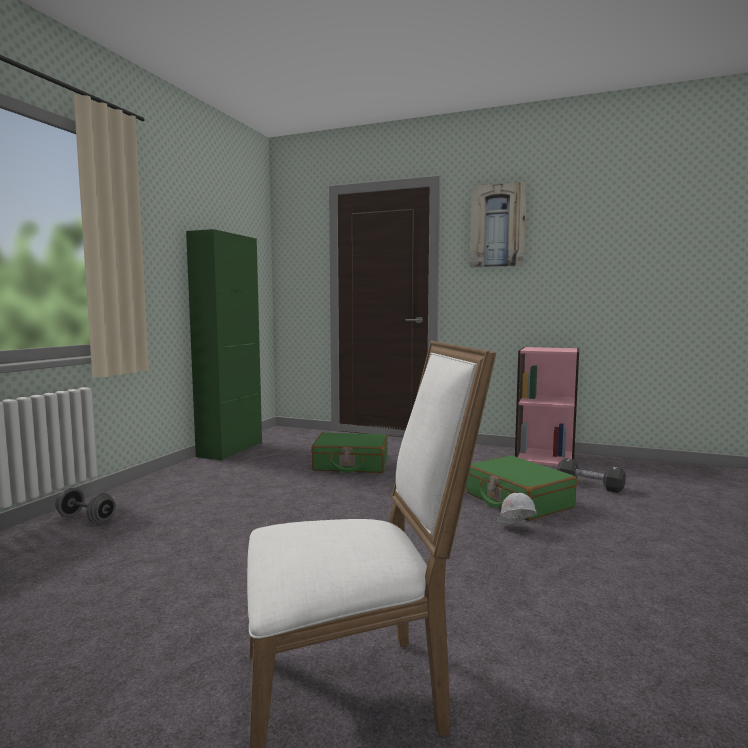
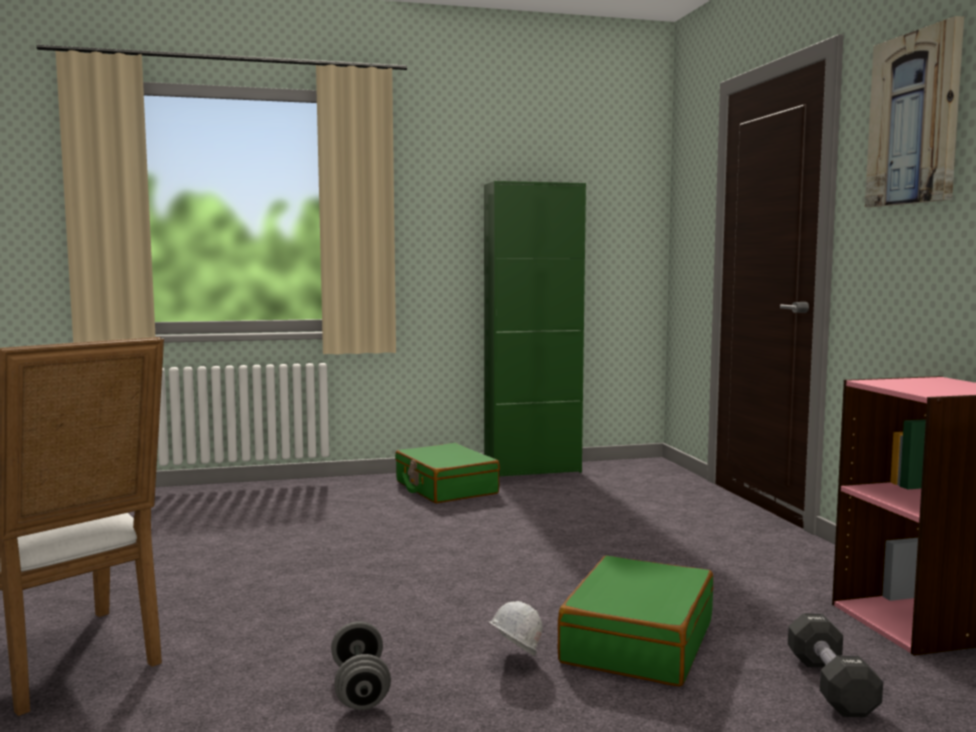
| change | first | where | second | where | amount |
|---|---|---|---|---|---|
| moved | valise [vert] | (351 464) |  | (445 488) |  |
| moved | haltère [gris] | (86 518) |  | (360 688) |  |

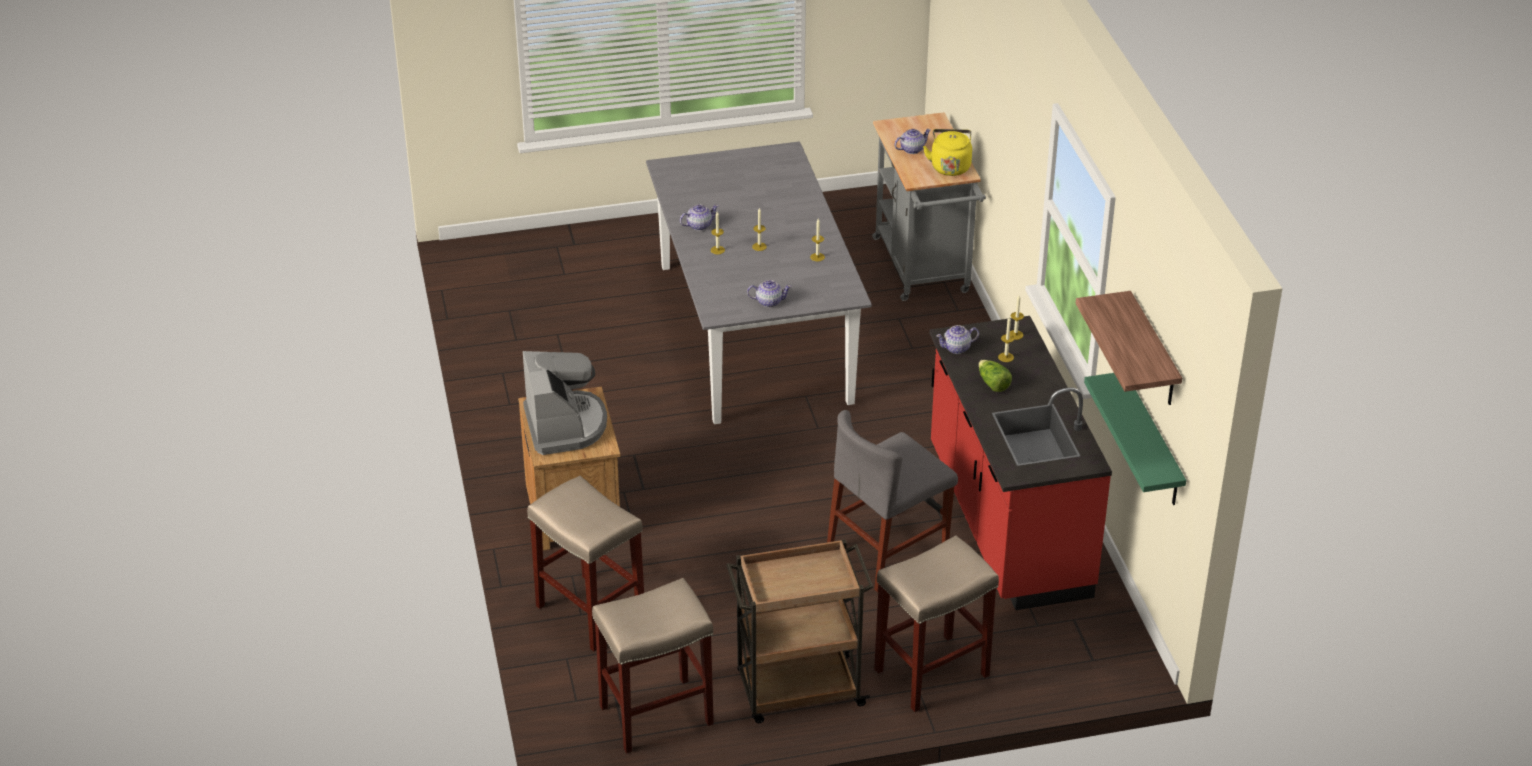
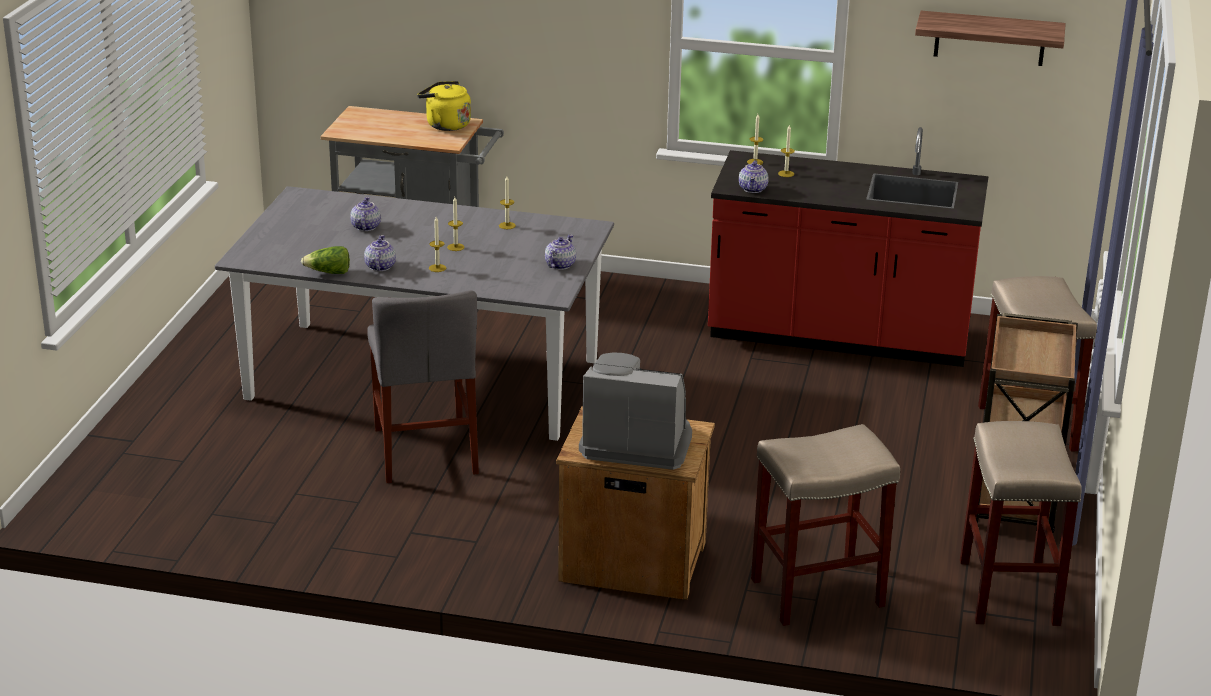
| change | first | where | second | where | amount |
|---|---|---|---|---|---|
| moved | théière | (911 149) |  | (365 227) |  |
| moved | laitue | (992 384) |  | (328 273) |  |
| removed | étagère [vert] | (1152 442) |  |  |  |
| moved | chaise [gris] | (887 550) |  | (425 451) |  |

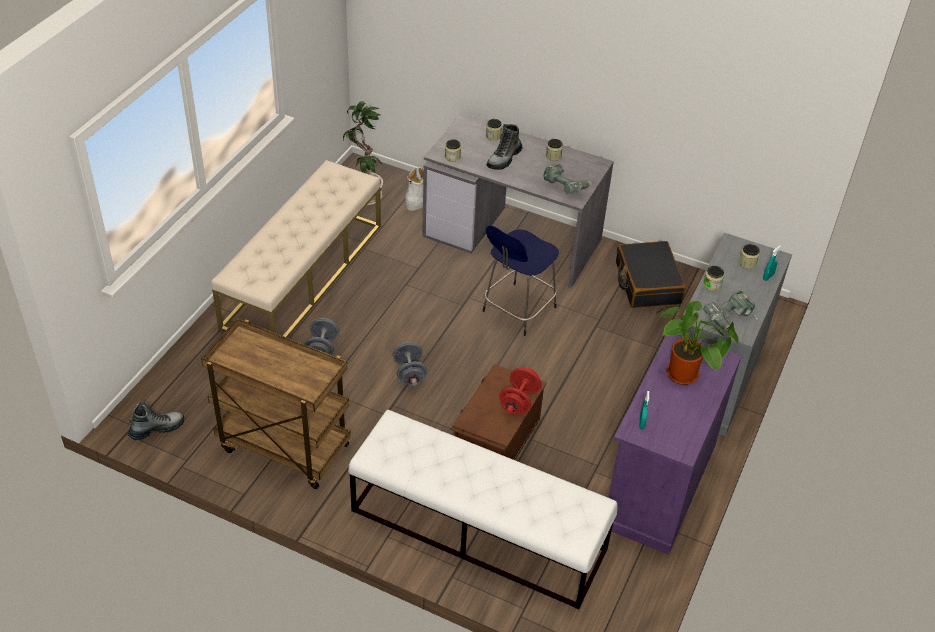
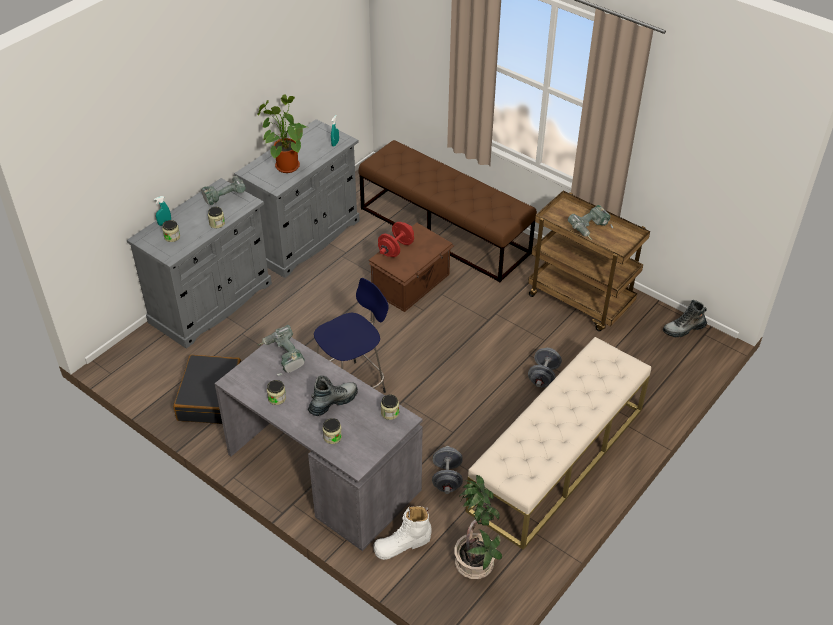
| change | first | where | second | where | amount |
|---|---|---|---|---|---|
| recoloured | meuble de rangement [violet] | (658 485) | meuble de rangement [gris] | (304 238) |  |
| moved | haltère [gris] | (409 373) |  | (447 478) |  |
| recoloured | banc [blanc] | (477 529) | banc [marron] | (445 230) |  |
| added |  |  | perceuse | (590 230) |  |

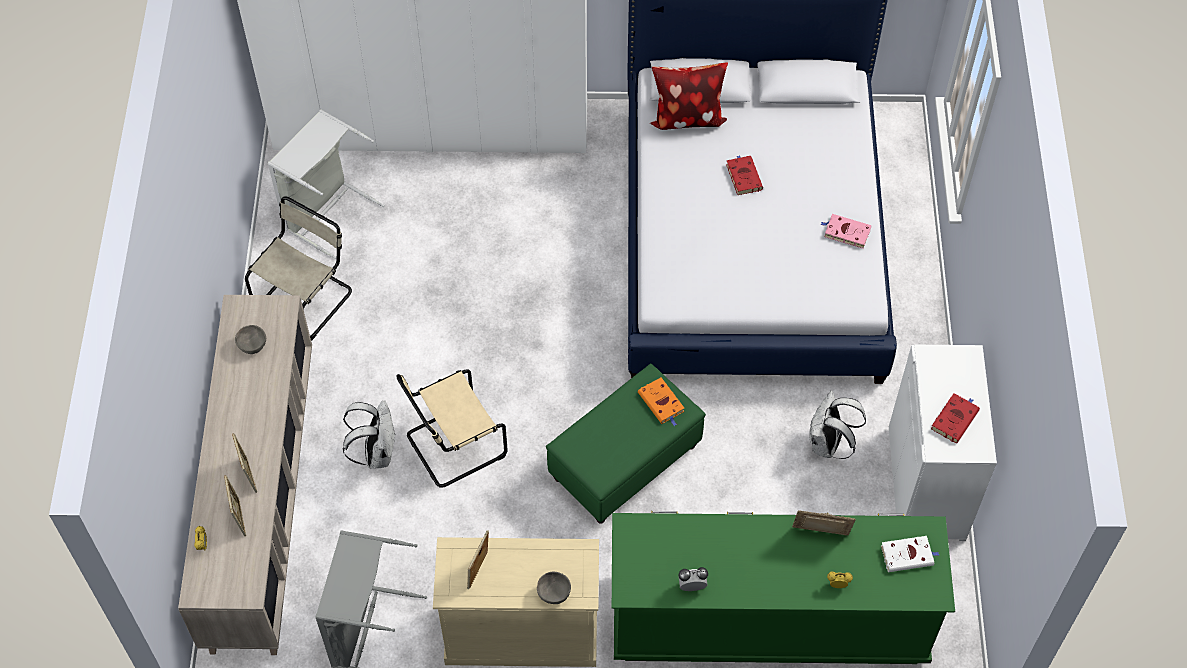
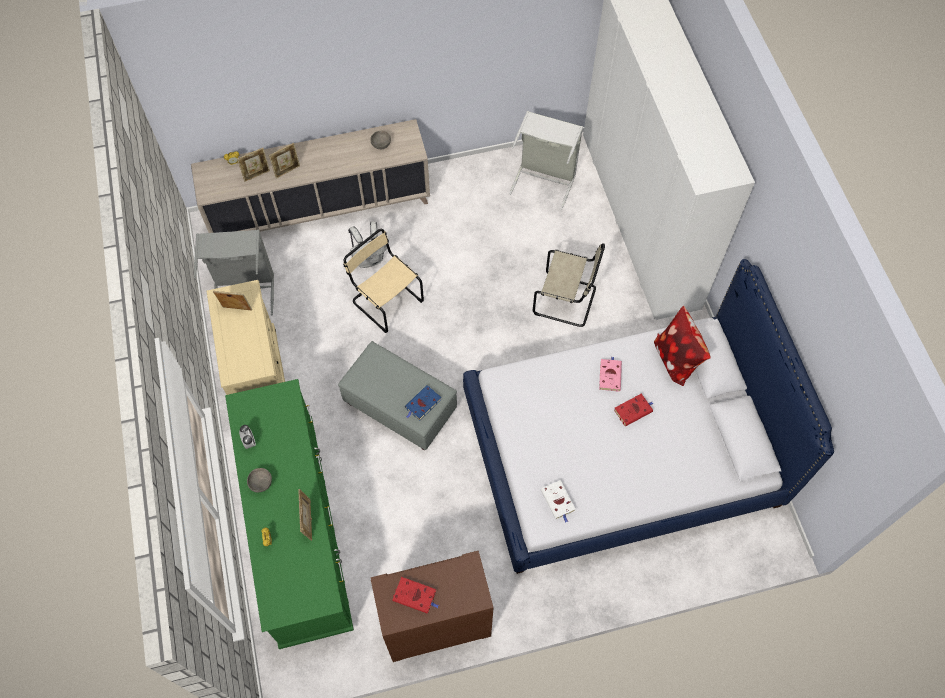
| change | first | where | second | where | amount |
|---|---|---|---|---|---|
| moved | chaise [beige] | (306 298) |  | (567 301) |  |
| moved | livre [rose] | (845 232) |  | (609 375) |  |
| recoloured | meuble de rangement [blanc] | (927 484) | meuble de rangement [marron] | (435 624) |  |
| recoloured | pouf [vert] | (624 463) | pouf [gris] | (399 407) |  |
| recoloured | livre [orange] | (662 403) | livre [bleu] | (422 404) |  |
| removed | sac à dos [blanc] | (828 444) |  |  |  |
| moved | livre [blanc] | (908 555) |  | (558 501) |  |
| moved | bol [gris] | (553 593) |  | (262 483) |  |

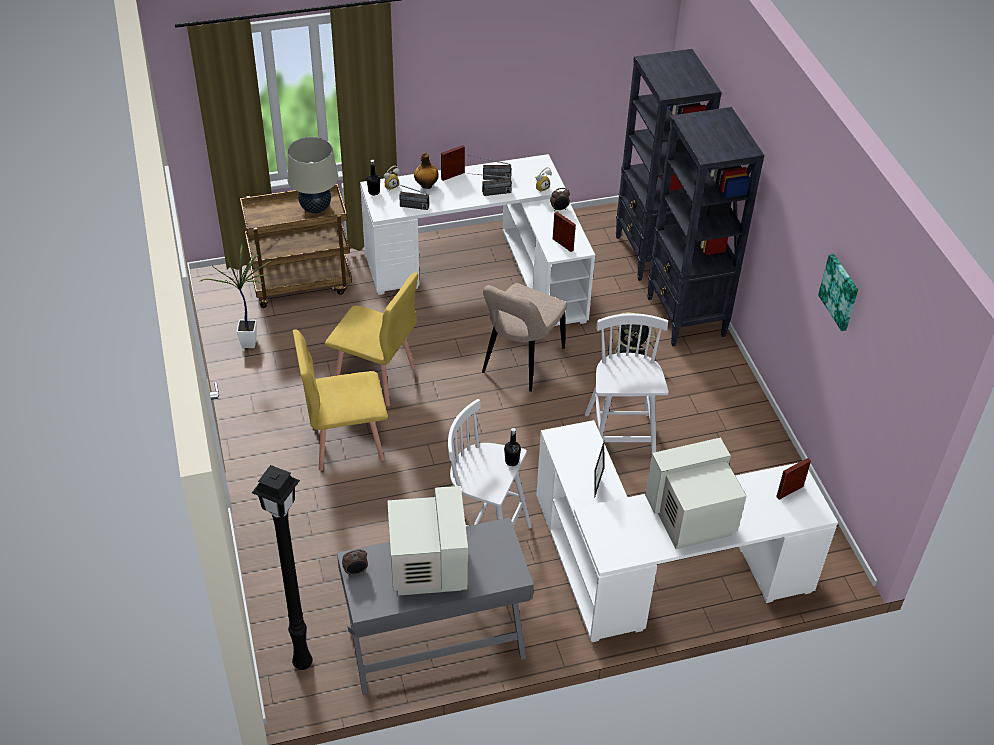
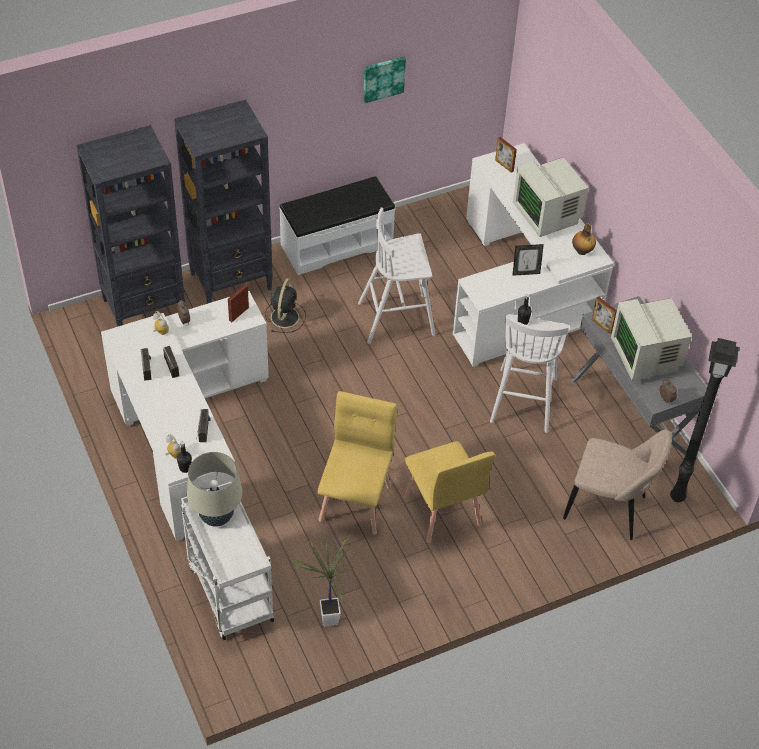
| change | first | where | second | where | amount |
|---|---|---|---|---|---|
| moved | cadre photo | (452 176) |  | (602 326) |  |
| moved | bouteille | (426 185) |  | (582 251) |  |
| recoloured | chariot [marron] | (302 284) | chariot [blanc] | (229 592) |  |
| moved | chaise [beige] | (520 363) |  | (608 509) |  |
| turned | écran d'ordinateur | (426 567) |  | (646 357) | 90 degrees counterclockwise |
| added |  |  | banc [blanc] | (336 244) |  |

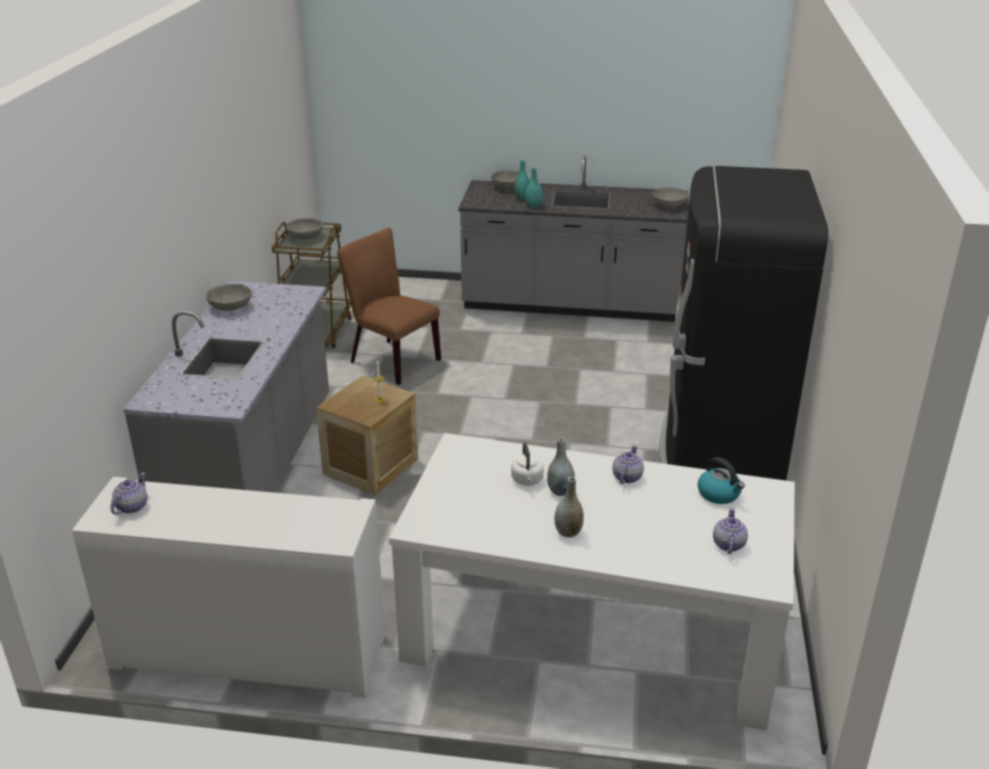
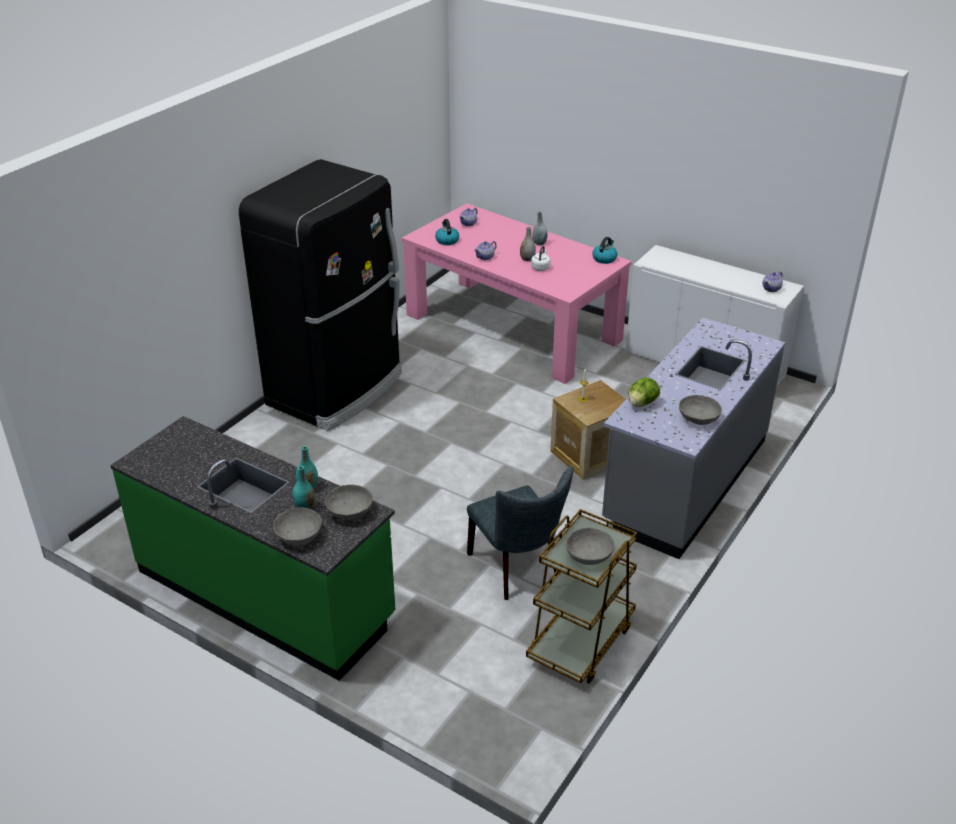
| change | first | where | second | where | amount |
|---|---|---|---|---|---|
| recoloured | comptoir de cuisine [gris] | (571 305) | comptoir de cuisine [vert] | (265 594) |  |
| moved | bol [gris] | (669 205) |  | (349 511) |  |
| recoloured | chaise [marron] | (390 359) | chaise [gris] | (518 569) |  |
| recoloured | table à manger [blanc] | (591 631) | table à manger [rose] | (512 327) |  |
| added |  |  | bouilloire | (604 258) |  |
| added |  |  | laitue | (642 403) |  |

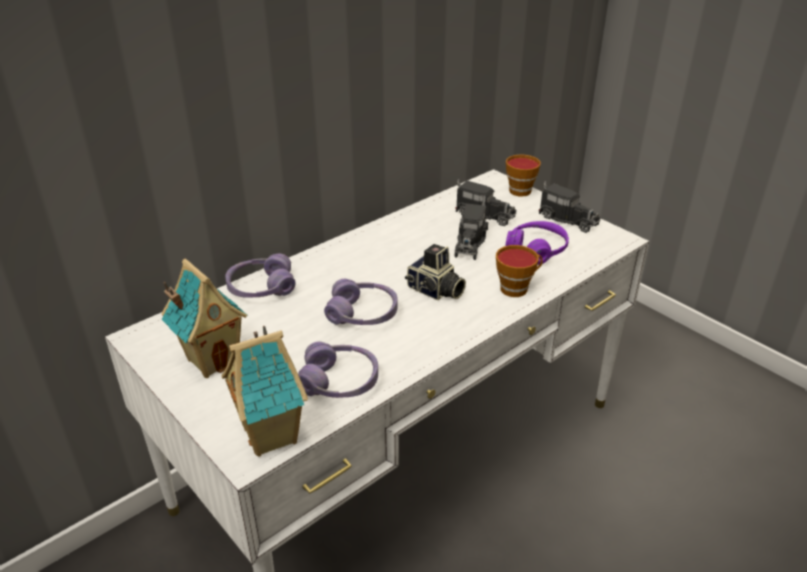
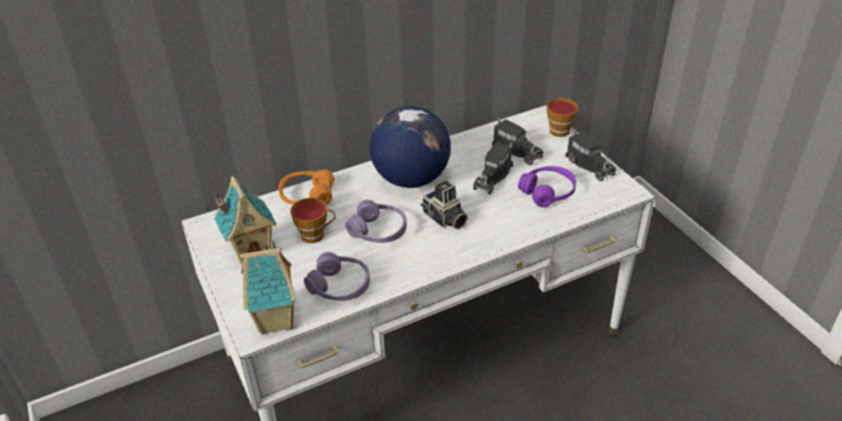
| change | first | where | second | where | amount |
|---|---|---|---|---|---|
| moved | tasse | (516 288) |  | (315 234) |  |
| recoloured | casque audio [violet] | (261 288) | casque audio [orange] | (307 196) |  |
| added |  |  | globe | (410 179) |  |

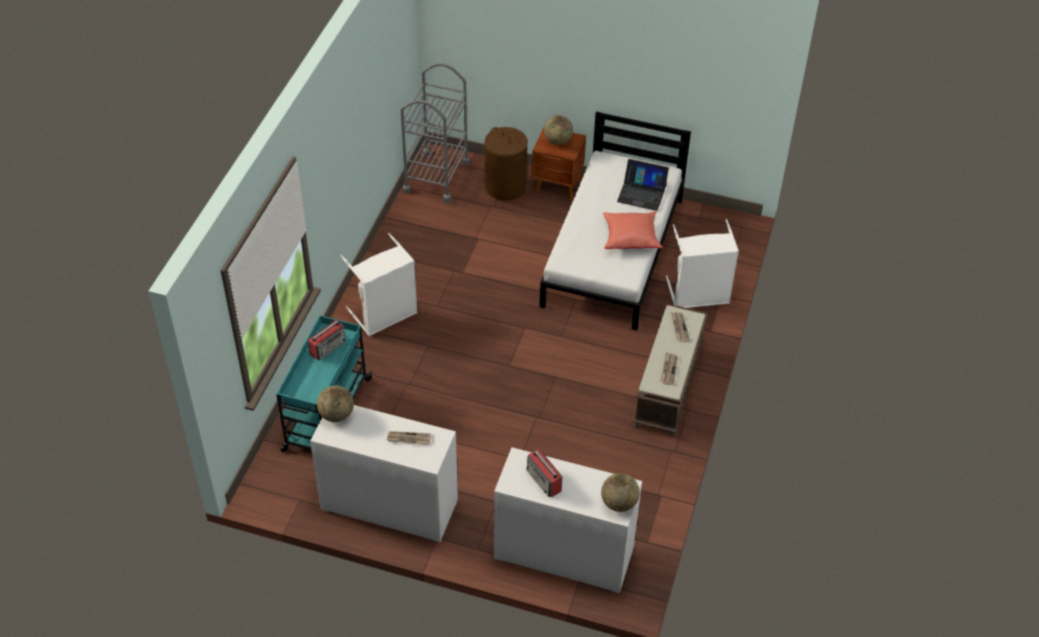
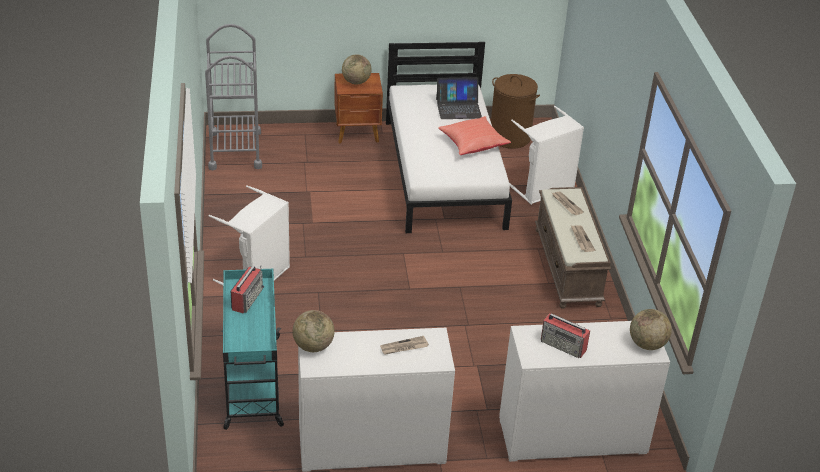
| change | first | where | second | where | amount |
|---|---|---|---|---|---|
| moved | panier à linge [marron] | (505 187) |  | (510 137) |  |

